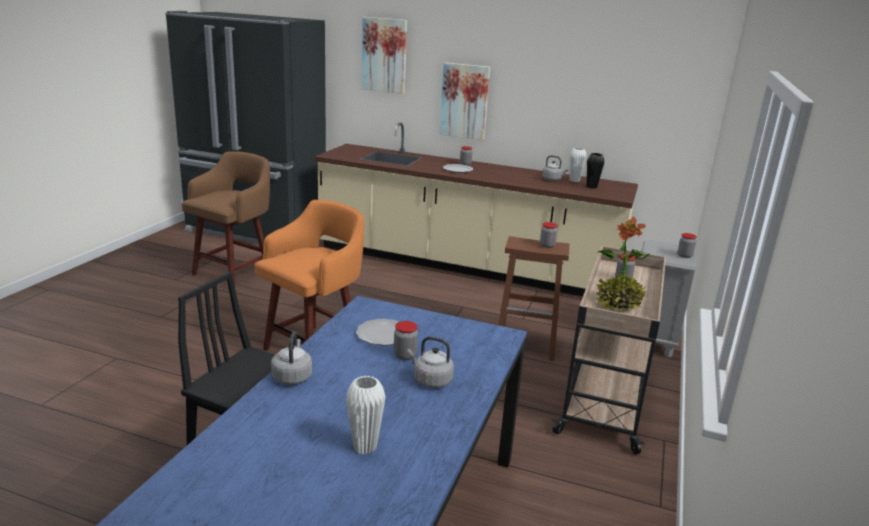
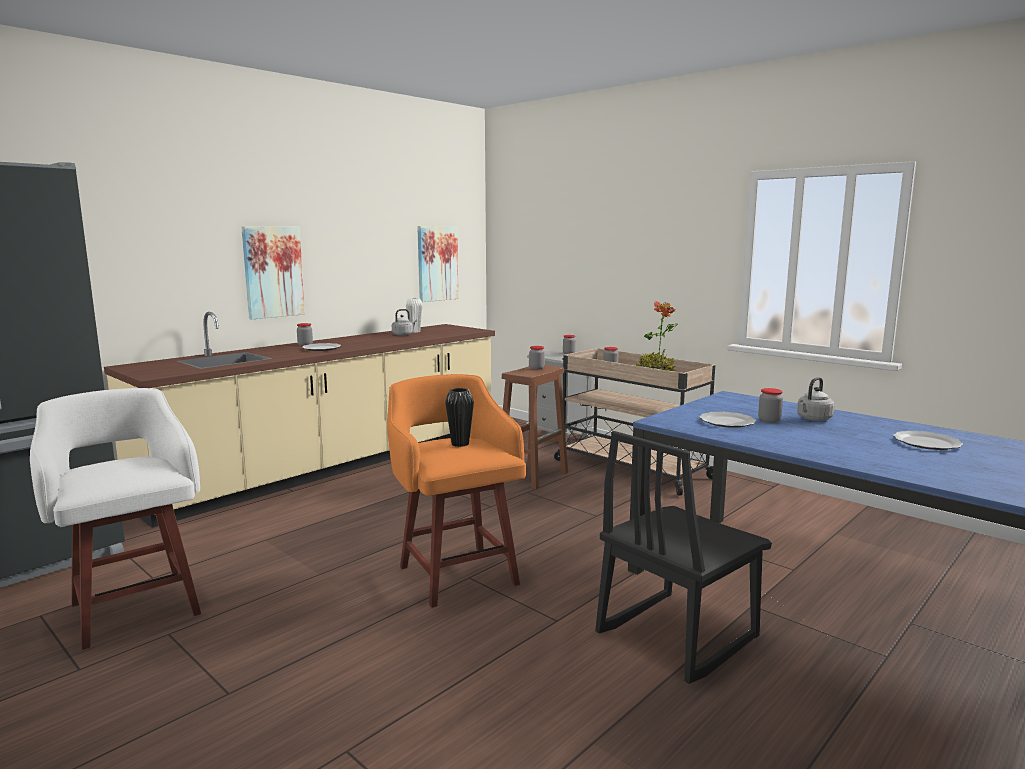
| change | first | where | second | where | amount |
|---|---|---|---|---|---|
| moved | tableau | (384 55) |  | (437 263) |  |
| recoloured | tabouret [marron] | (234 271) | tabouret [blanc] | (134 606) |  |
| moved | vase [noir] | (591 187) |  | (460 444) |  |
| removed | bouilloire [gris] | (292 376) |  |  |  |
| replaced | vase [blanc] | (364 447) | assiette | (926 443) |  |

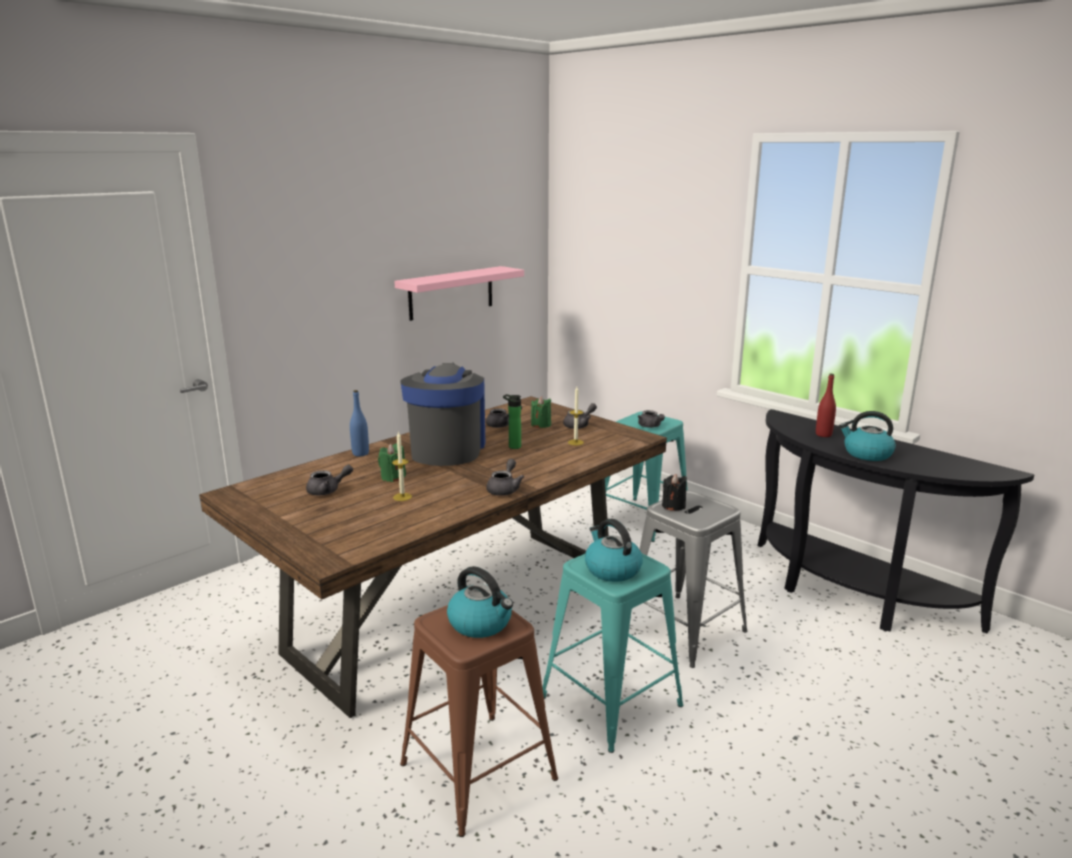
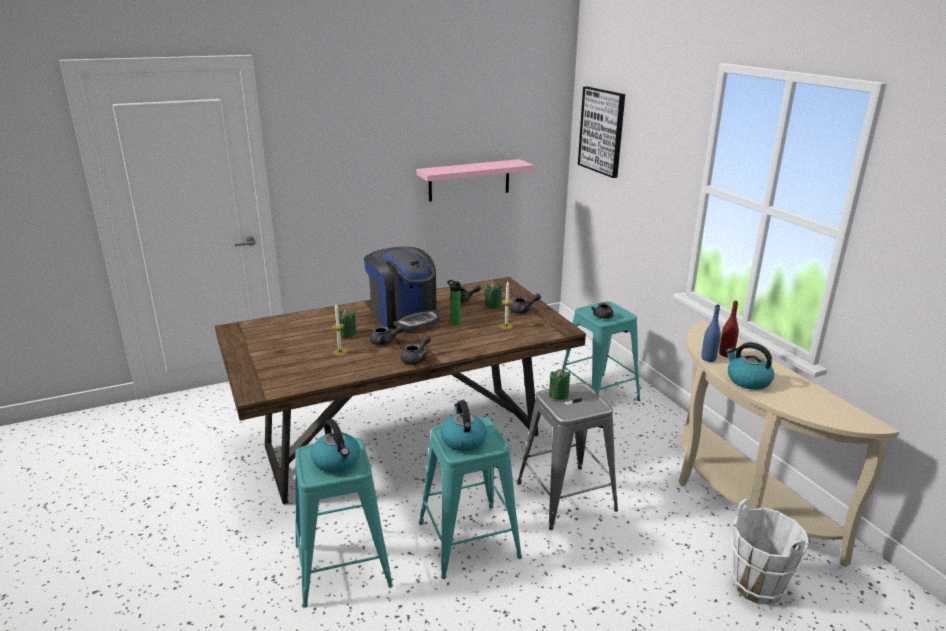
| change | first | where | second | where | amount |
|---|---|---|---|---|---|
| turned | machine à café | (447 448) |  | (404 316) | 120 degrees clockwise |
| moved | bouteille [bleu] | (360 453) |  | (708 358) |  |
| recoloured | table console [noir] | (850 595) | table console [beige] | (736 501) |  |
| moved | théière [gris] | (328 491) |  | (385 342) |  |
| recoloured | bougie [noir] | (673 506) | bougie [vert] | (558 395) |  |
| recoloured | tabouret [marron] | (478 771) | tabouret [turquoise] | (342 565) |  |
| added |  |  | tableau | (602 131) |  |
| added |  |  | seau [blanc] | (758 586) |  |

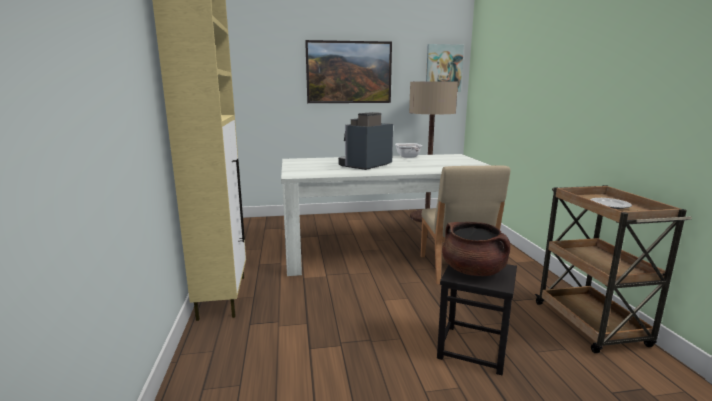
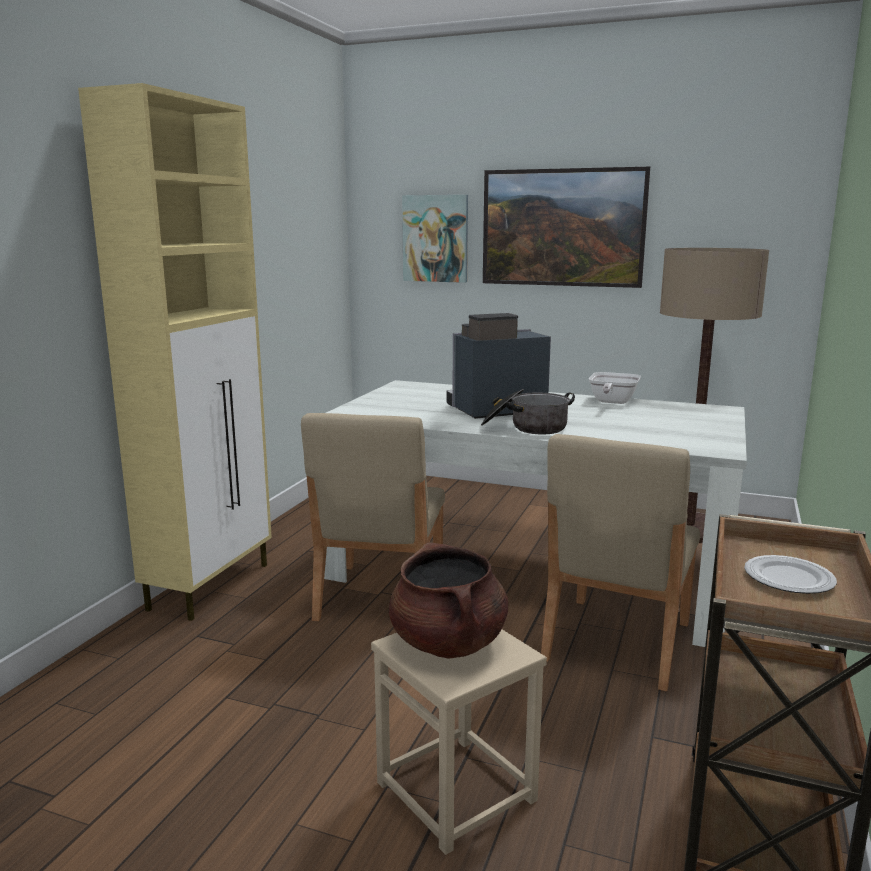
| change | first | where | second | where | amount |
|---|---|---|---|---|---|
| moved | tableau | (443 68) |  | (435 238) |  |
| recoloured | tabouret [noir] | (473 348) | tabouret [beige] | (457 791) |  |
| added |  |  | marmite | (526 427) |  |
| added |  |  | chaise [beige] | (379 597) |  |

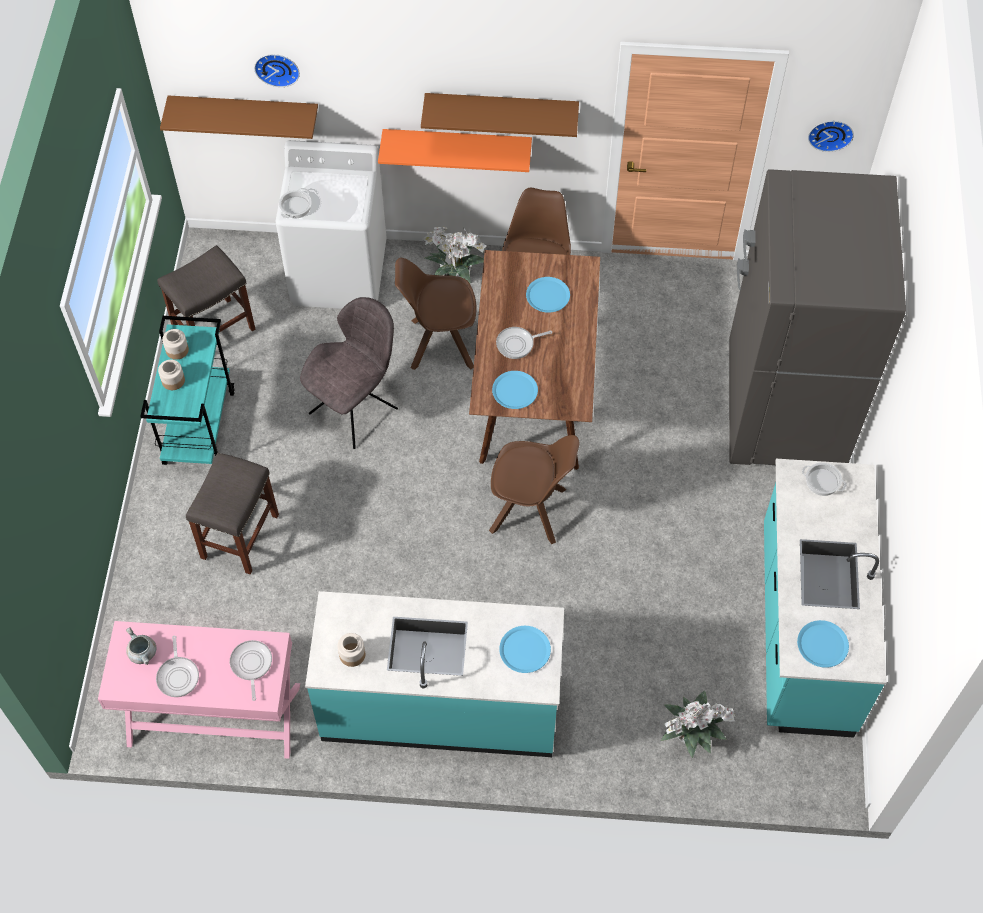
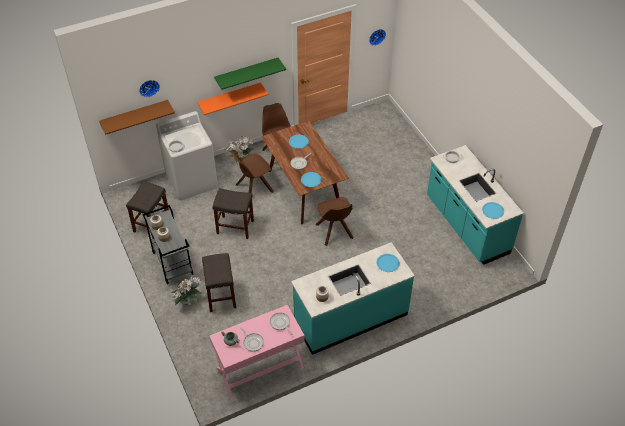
| change | first | where | second | where | amount |
|---|---|---|---|---|---|
| recoloured | étagère [marron] | (501 109) | étagère [vert] | (246 73) |  |
| removed | réfrigérateur [gris] | (783 407) |  |  |  |
| replaced | chaise [gris] | (356 409) | tabouret [gris] | (236 227) |  |
| recoloured | chariot [turquoise] | (199 426) | chariot [gris] | (172 263) |  |
| turned | chaise [marron] | (530 511) |  | (334 232) | 90 degrees clockwise |
| moved | plante en pot | (692 735) |  | (188 301) |  |

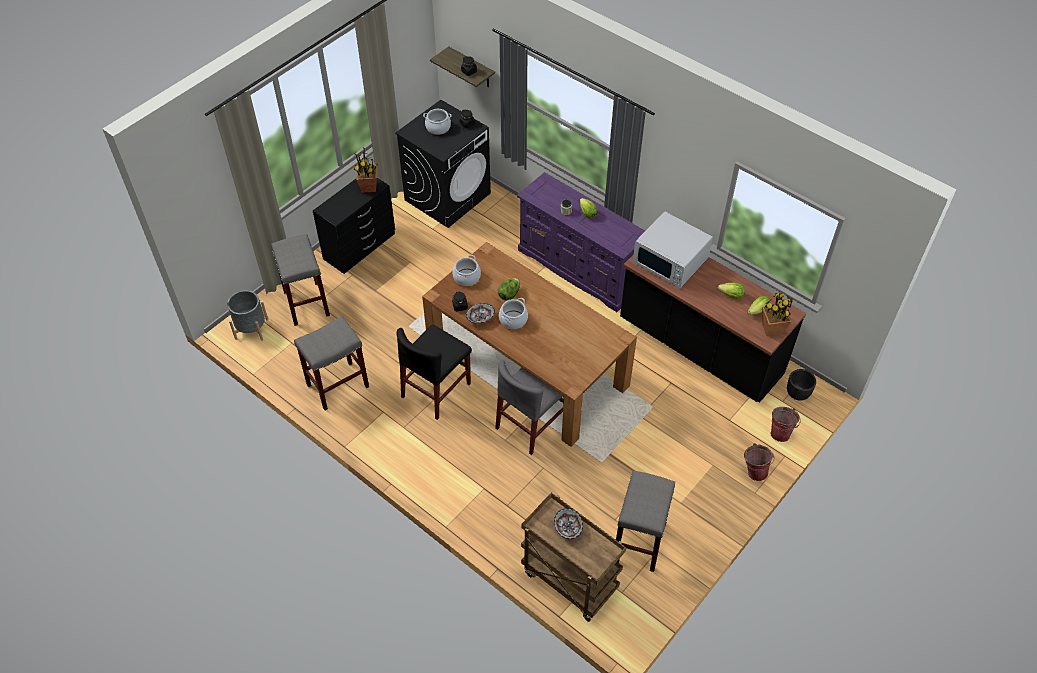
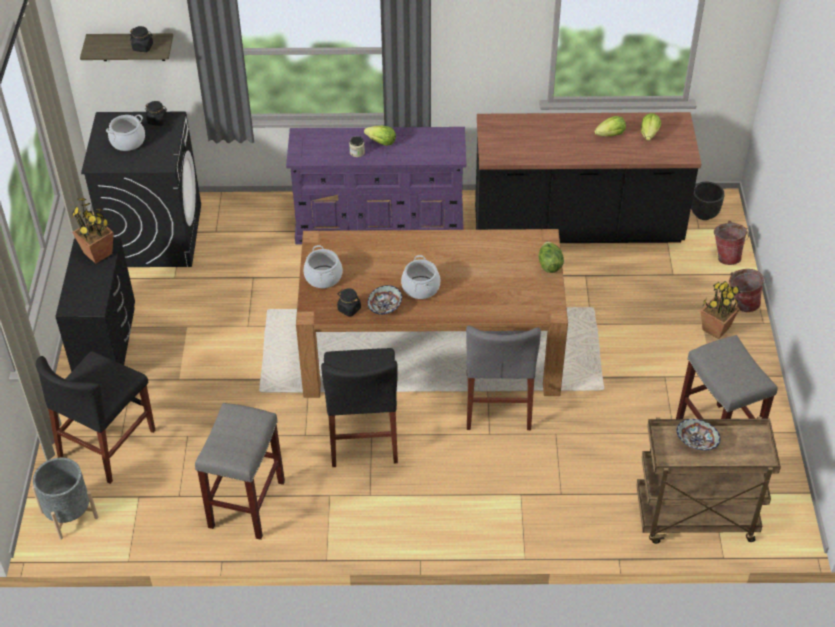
| change | first | where | second | where | amount |
|---|---|---|---|---|---|
| removed | micro-ondes [blanc] | (670 261) |  |  |  |
| replaced | tabouret [gris] | (306 303) | chaise [noir] | (107 444) |  |
| moved | laitue | (509 294) |  | (549 265) |  |
| moved | plante en pot | (772 328) |  | (715 329) |  |

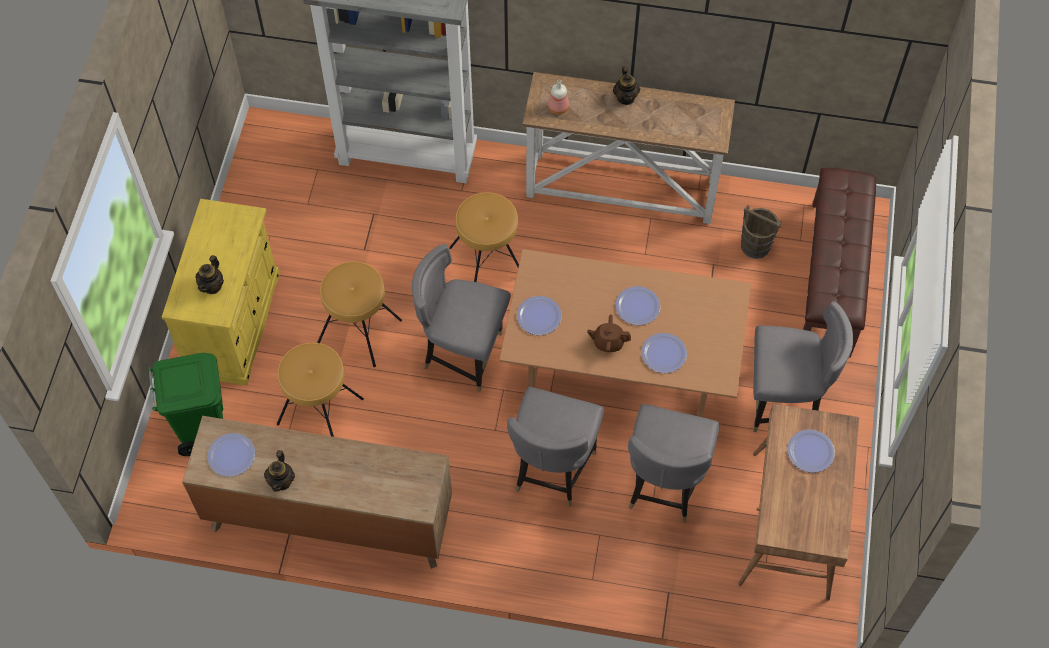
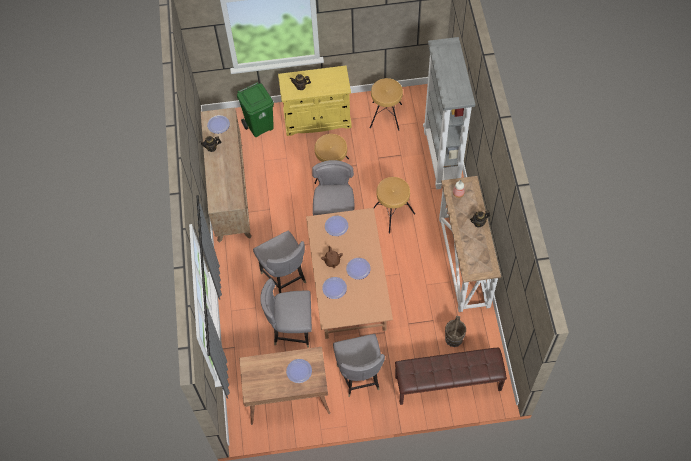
| change | first | where | second | where | amount |
|---|---|---|---|---|---|
| moved | tabouret [marron] | (320 410) |  | (386 116) |  |
| turned | chaise [gris] | (552 469) |  | (284 276) | 120 degrees counterclockwise |

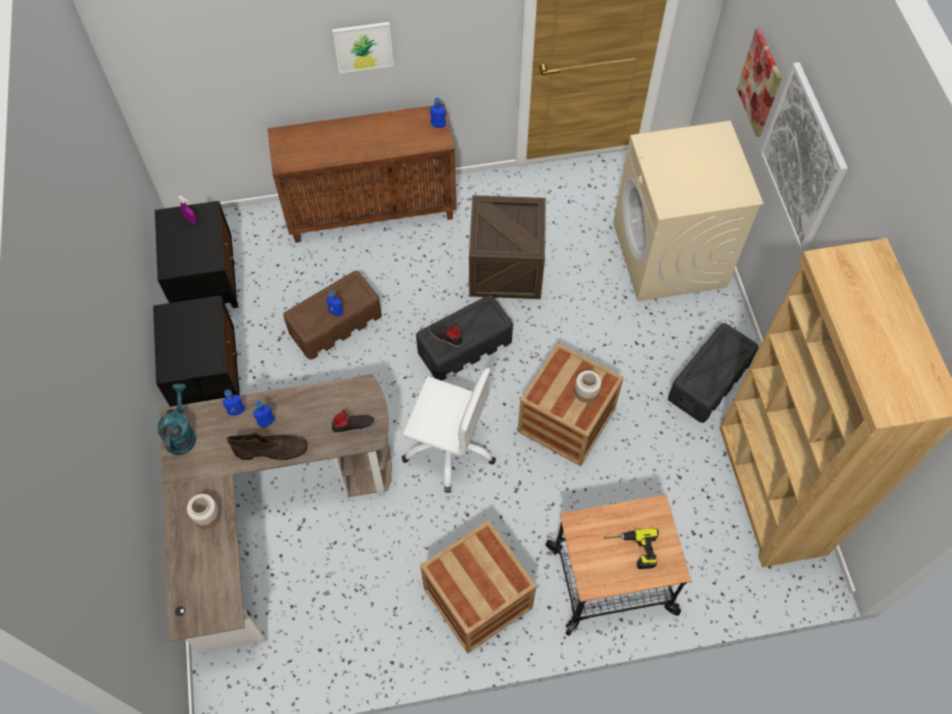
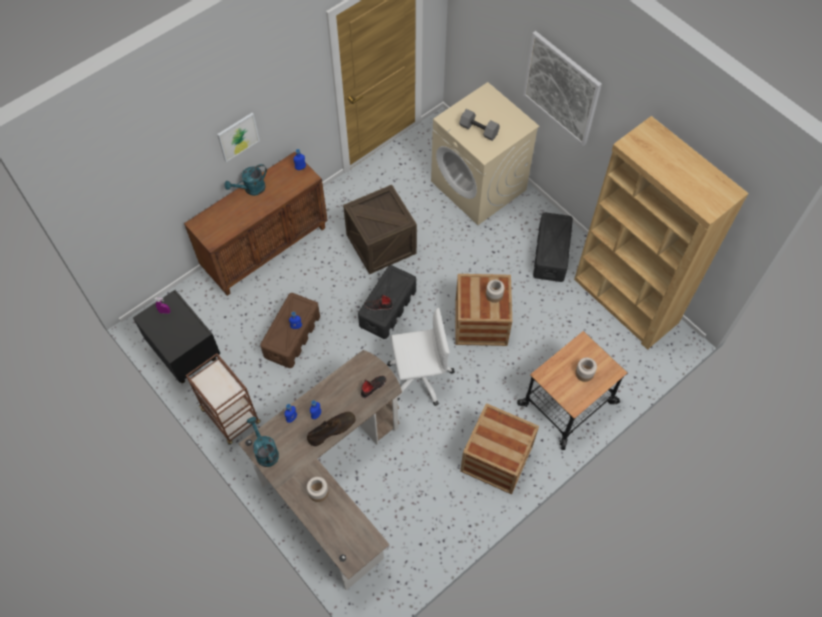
| change | first | where | second | where | amount |
|---|---|---|---|---|---|
| removed | tableau | (760 83) |  |  |  |
| replaced | table de chevet [noir] | (210 380) | chariot [marron] | (231 417) |  |
| replaced | perceuse | (632 550) | bocal | (584 373) |  |
| added |  |  | haltère [gris] | (479 130) |  |
| added |  |  | arrosoir [turquoise] | (251 189) |  |

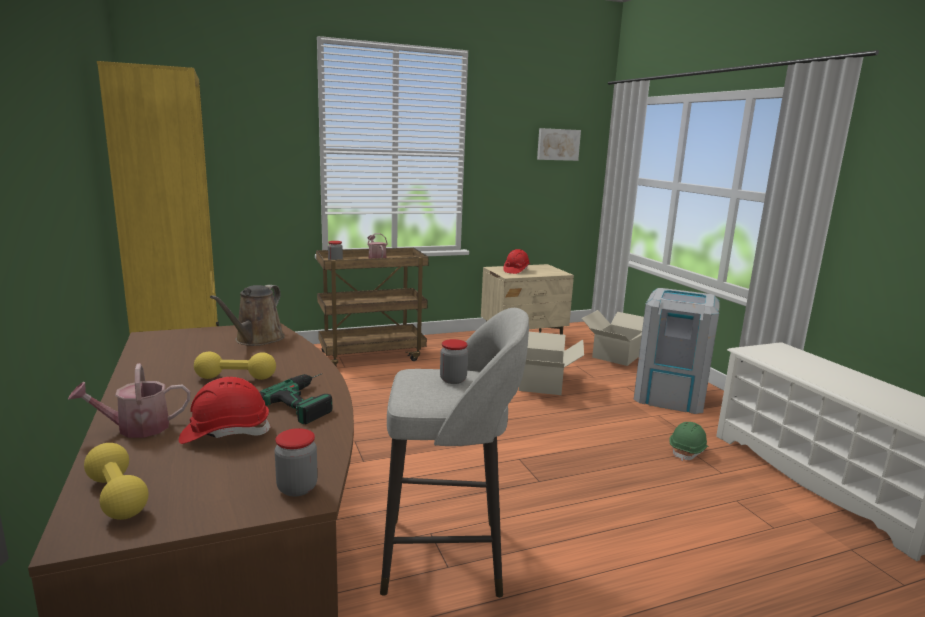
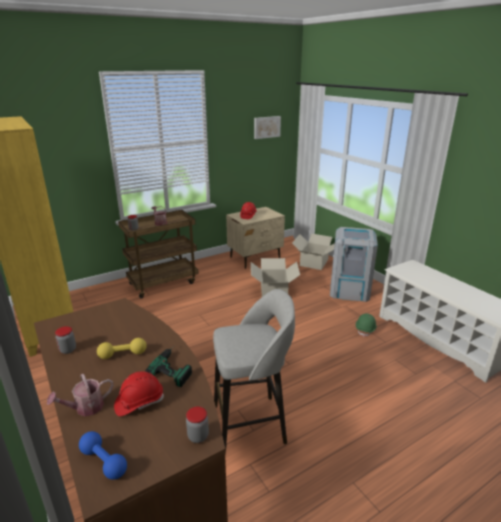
| change | first | where | second | where | amount |
|---|---|---|---|---|---|
| removed | arrosoir [marron] | (256 340) |  |  |  |
| moved | bocal | (453 380) |  | (68 350) |  |
| recoloured | haltère [jaune] | (117 496) | haltère [bleu] | (104 462) |  |

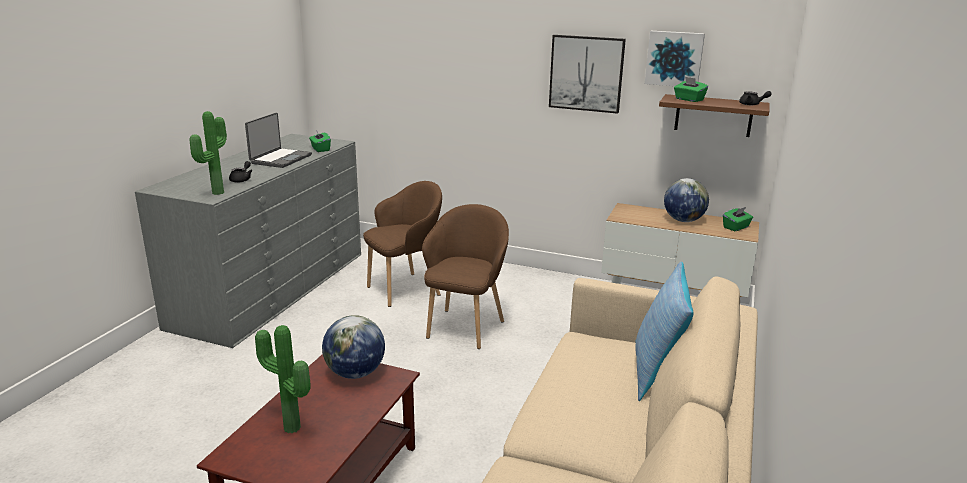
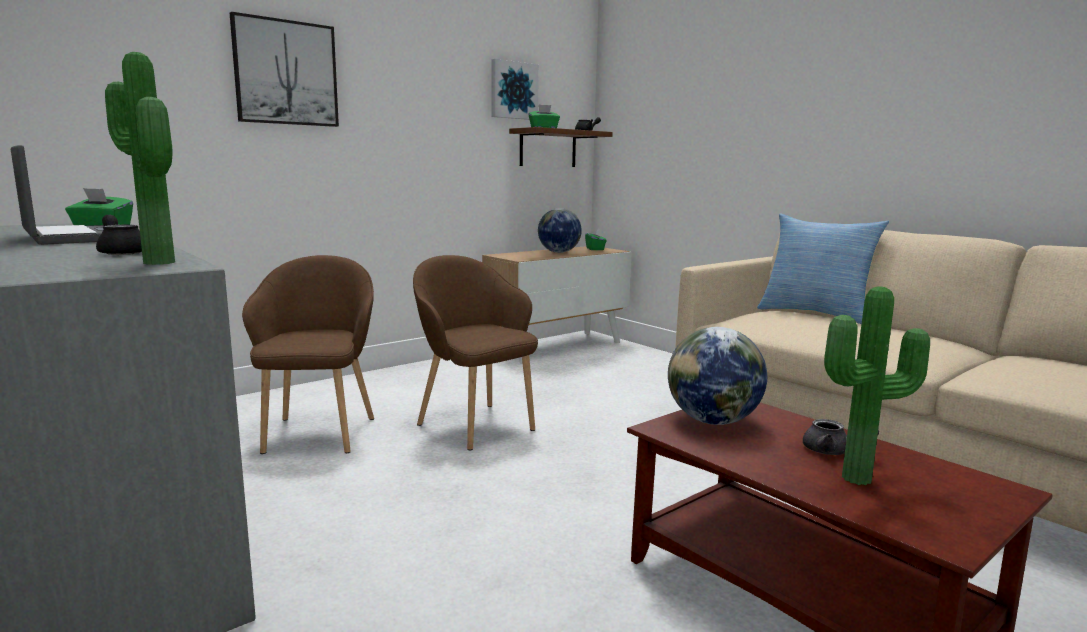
| change | first | where | second | where | amount |
|---|---|---|---|---|---|
| moved | tableau | (586 73) |  | (286 73) |  |
| added |  |  | théière [gris] | (833 451) |  |

